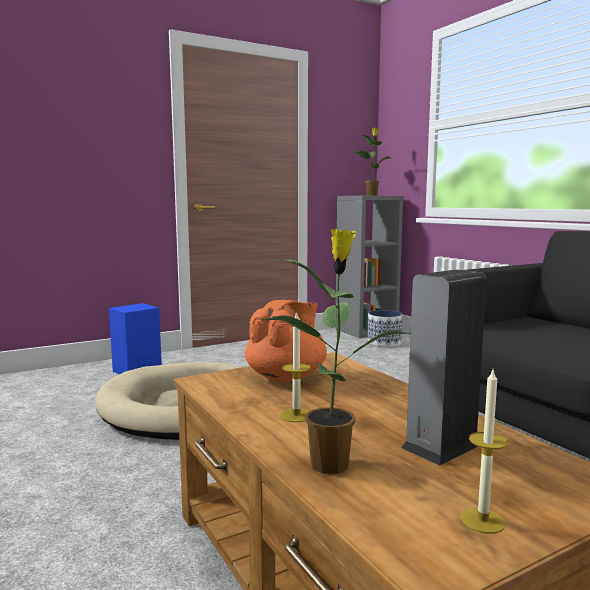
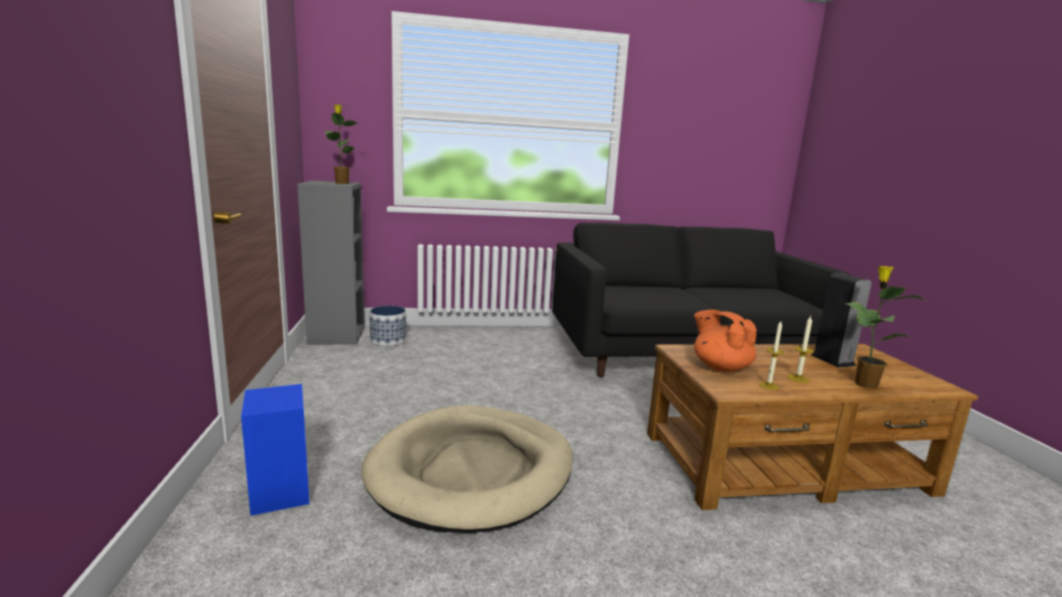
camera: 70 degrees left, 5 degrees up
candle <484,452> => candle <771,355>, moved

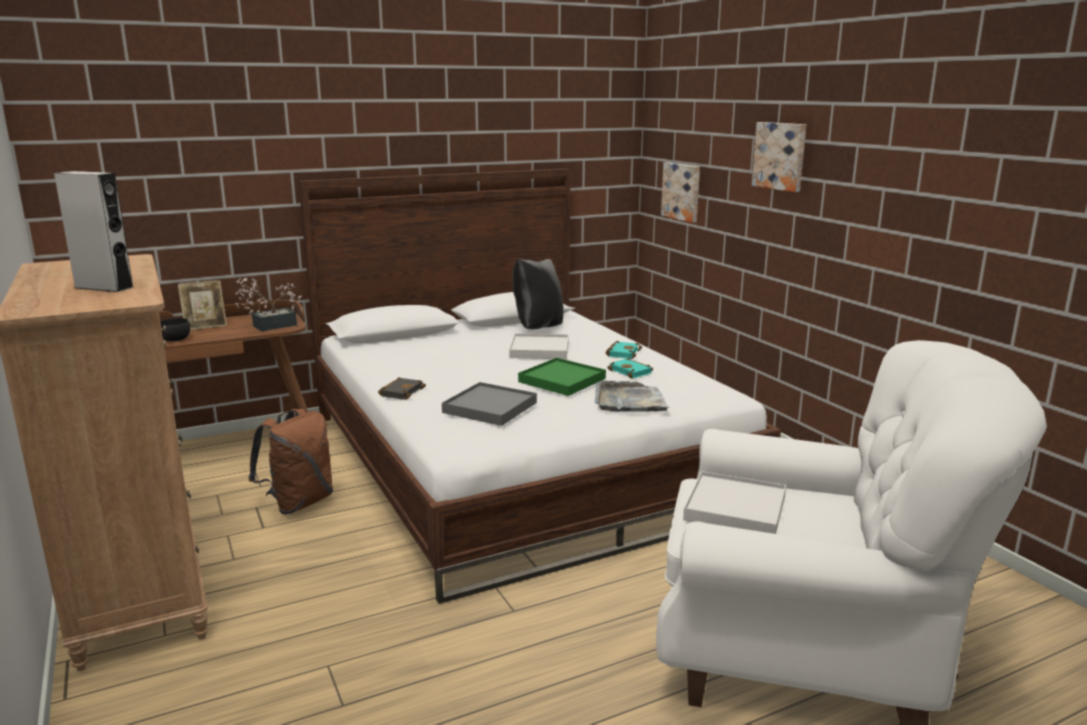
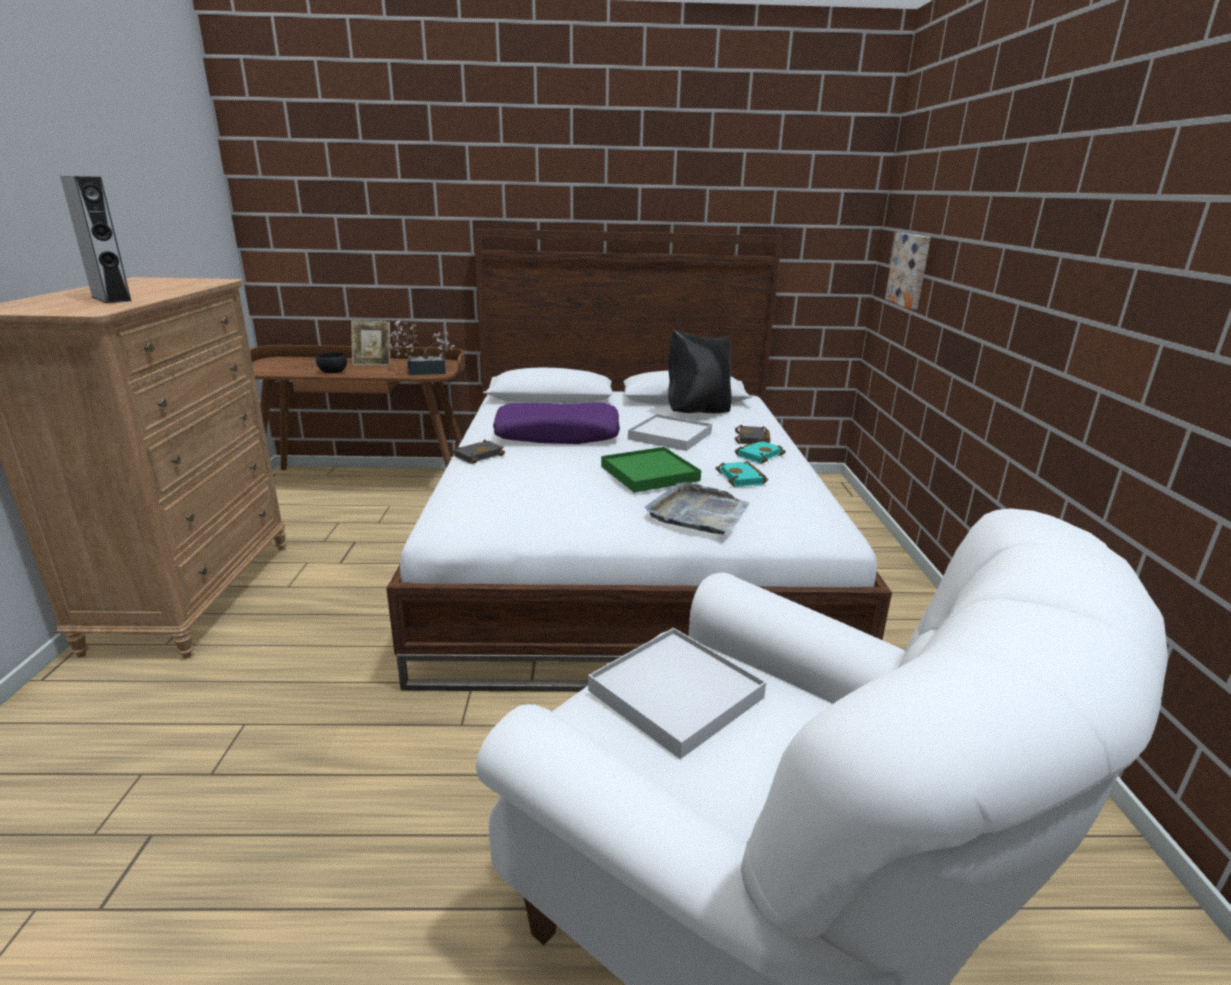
camera: 25 degrees right, 5 degrees up
picture <779,157> => nothing
tray in grey <489,404> => nothing
backpack in brown <290,461> => nothing
nothing => pillow in purple <556,423>
nothing => book in black <752,434>

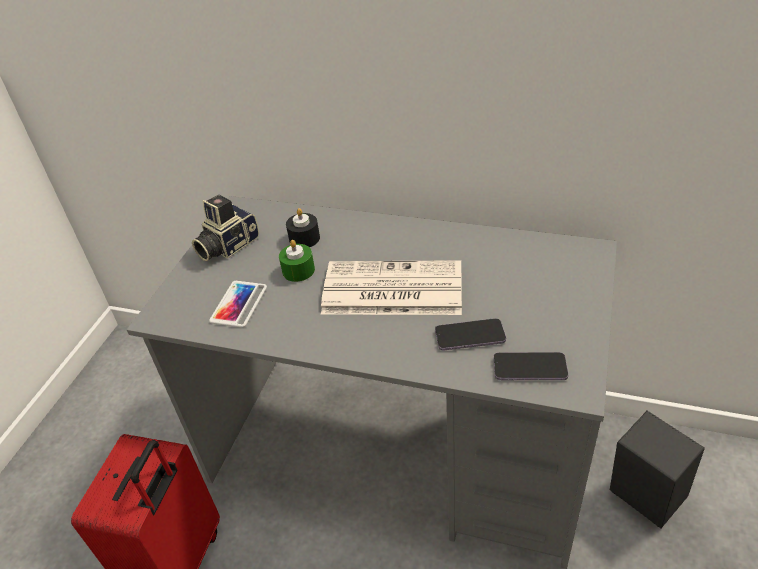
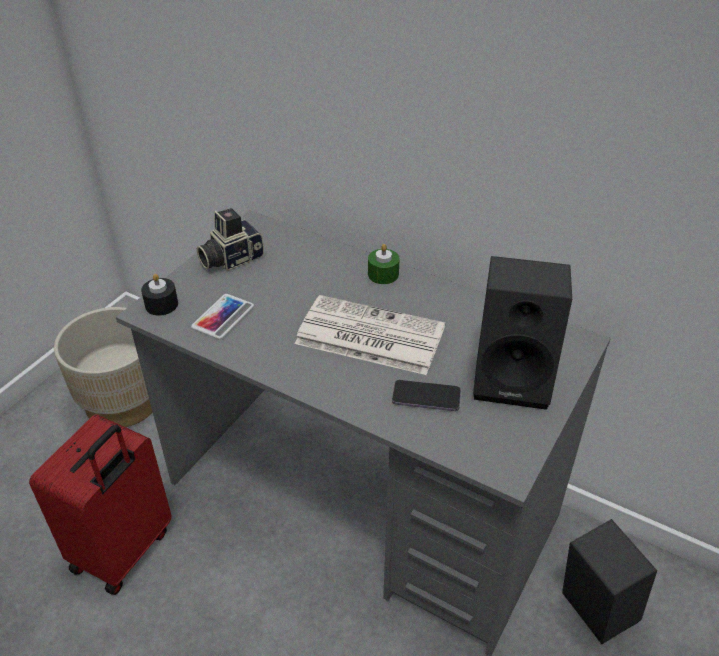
camera: 10 degrees right, 0 degrees up
candle in black <303,227> => candle in black <159,295>, moved
candle in green <297,261> => candle in green <384,264>, moved
phone <530,366> => nothing
nothing => speaker in black <522,333>
nothing => planter in beige <103,367>

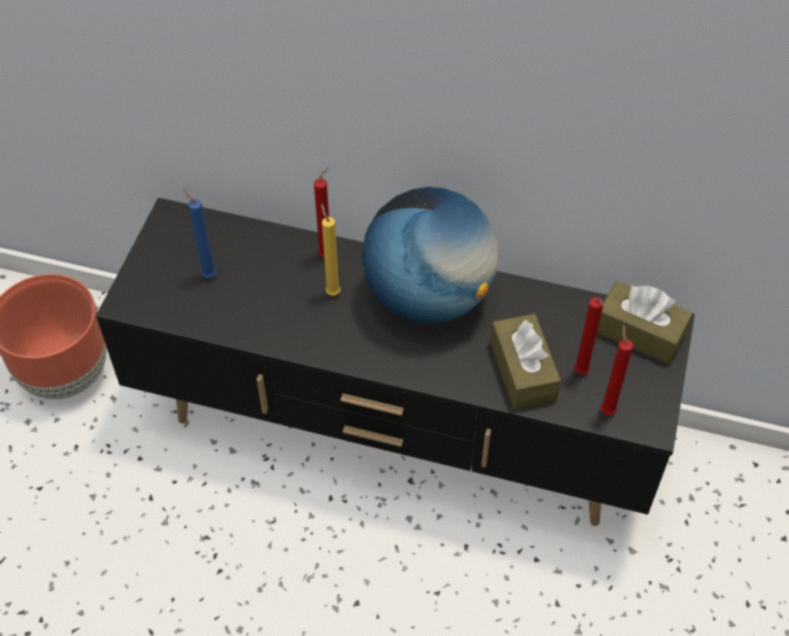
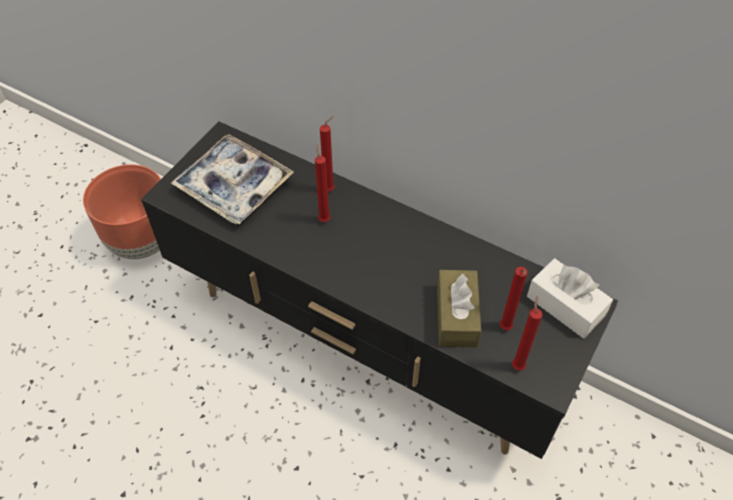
camera: 15 degrees right, 0 degrees up
globe <430,255> => nothing
candle in blue <199,233> => tray <232,179>
candle in yellow <331,250> => candle in red <323,183>
tissue box in brown <645,322> => tissue box in white <570,298>

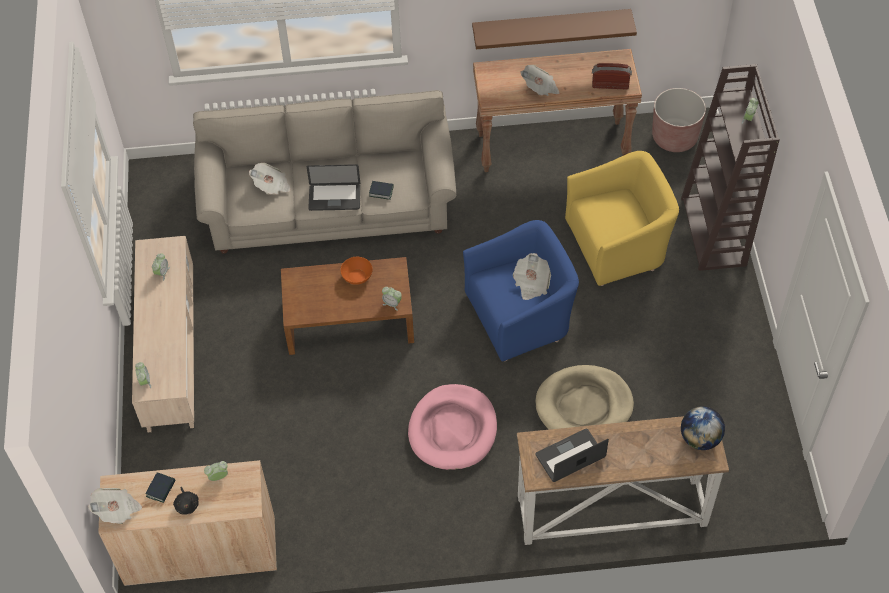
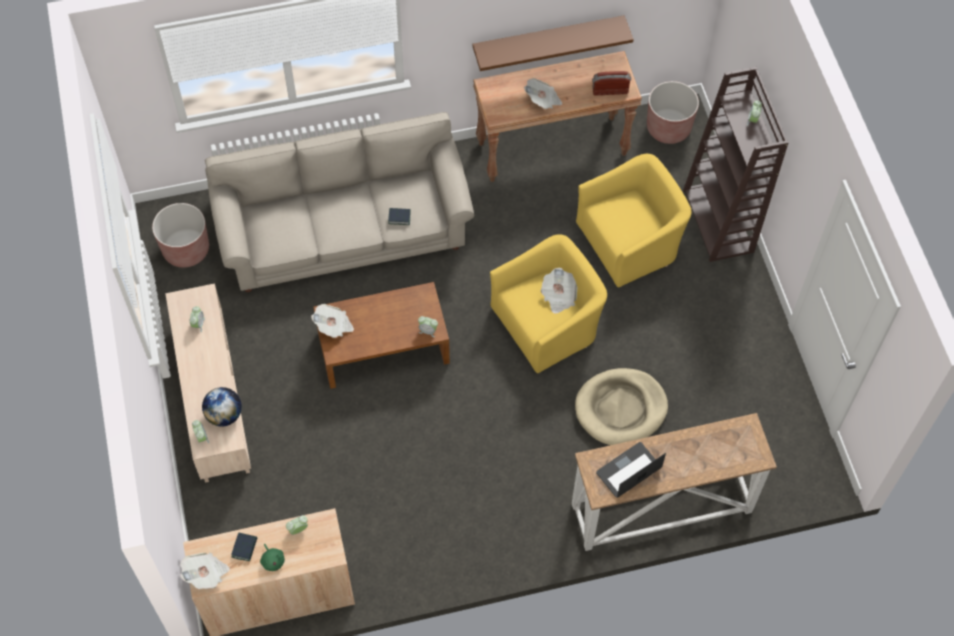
camera: 10 degrees left, 5 degrees up
newspaper <270,179> => newspaper <332,321>, moved
laptop <333,187> => nothing
armchair in blue <521,290> => armchair in yellow <548,303>
bowl in orange <356,271> => nothing
dog bed in pink <452,427> => nothing
globe <703,428> => globe <222,407>, moved
plush toy in black <186,501> => plush toy in green <272,557>
nothing => planter in brown <180,235>

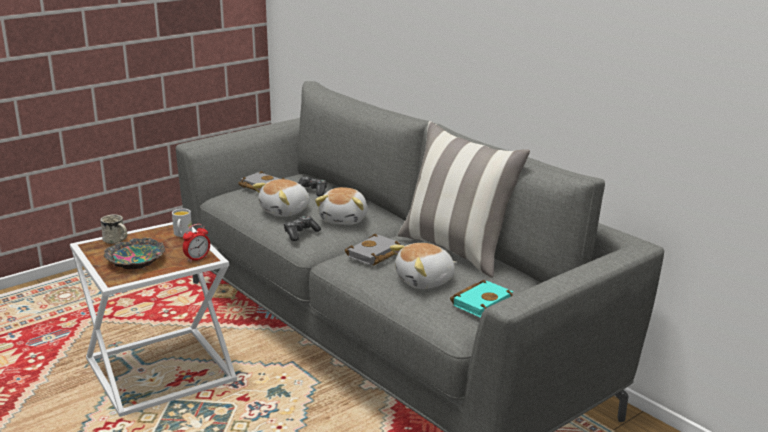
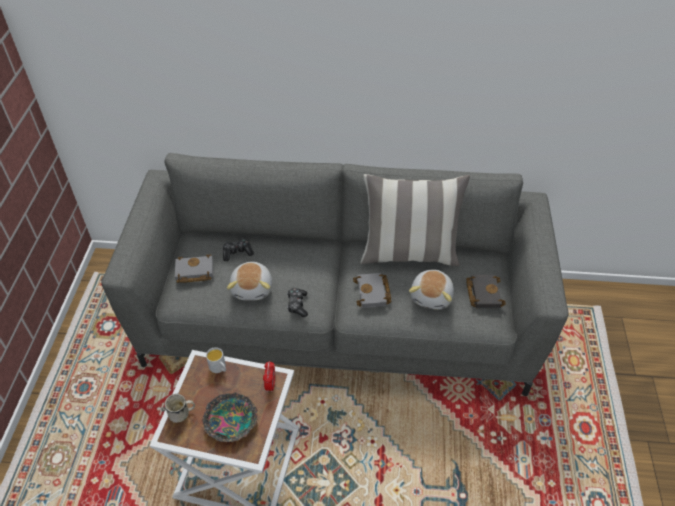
camera: 45 degrees left, 25 degrees up
plush toy <341,206> => nothing
book in turquoise <481,299> => book in black <486,291>

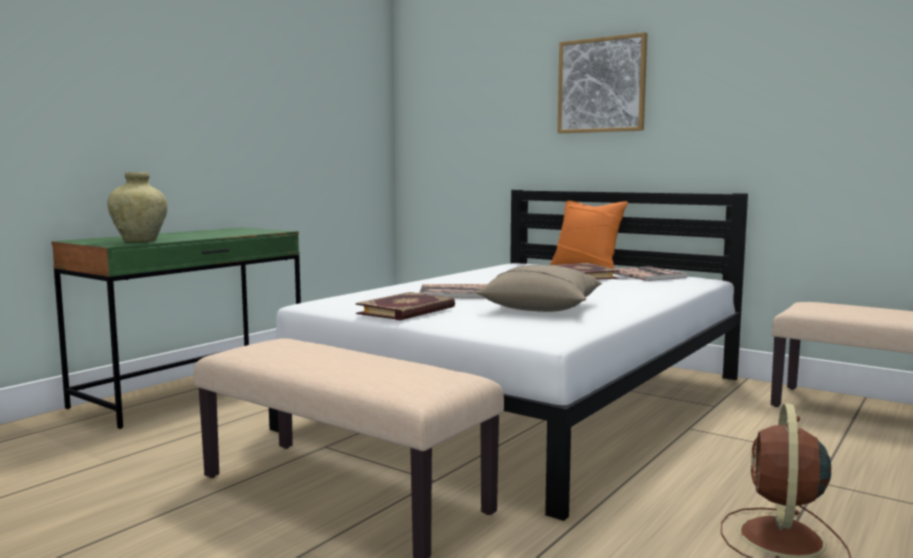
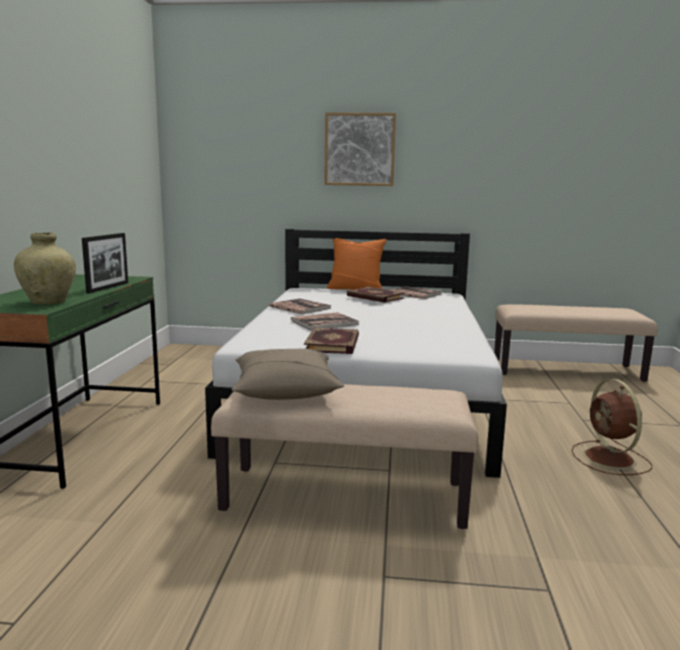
camera: 30 degrees left, 5 degrees up
pillow in beige <538,288> => pillow in beige <288,374>, moved
nothing => picture frame <105,263>
nothing => book <300,306>

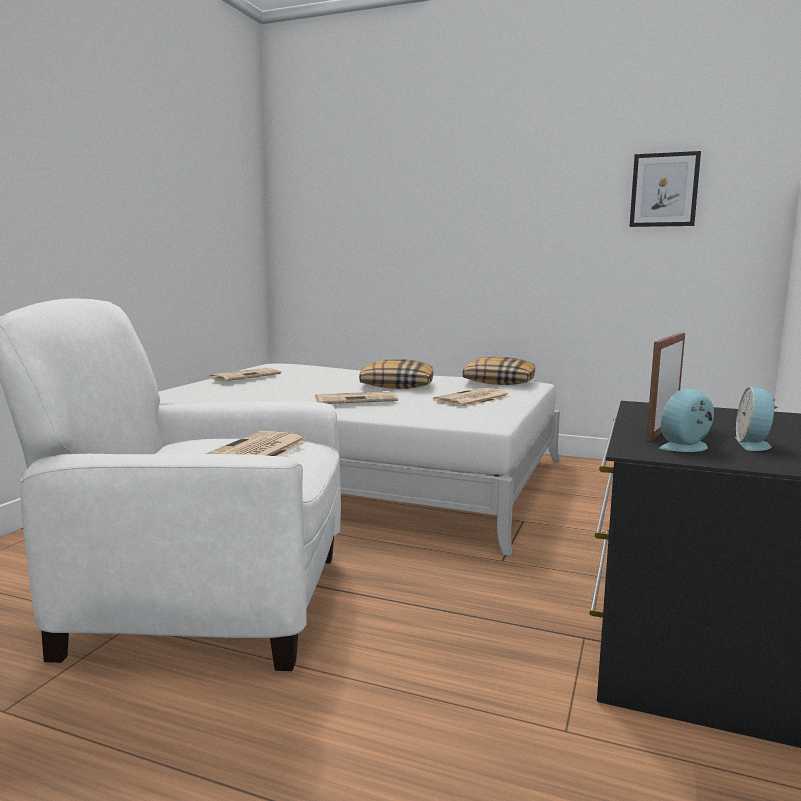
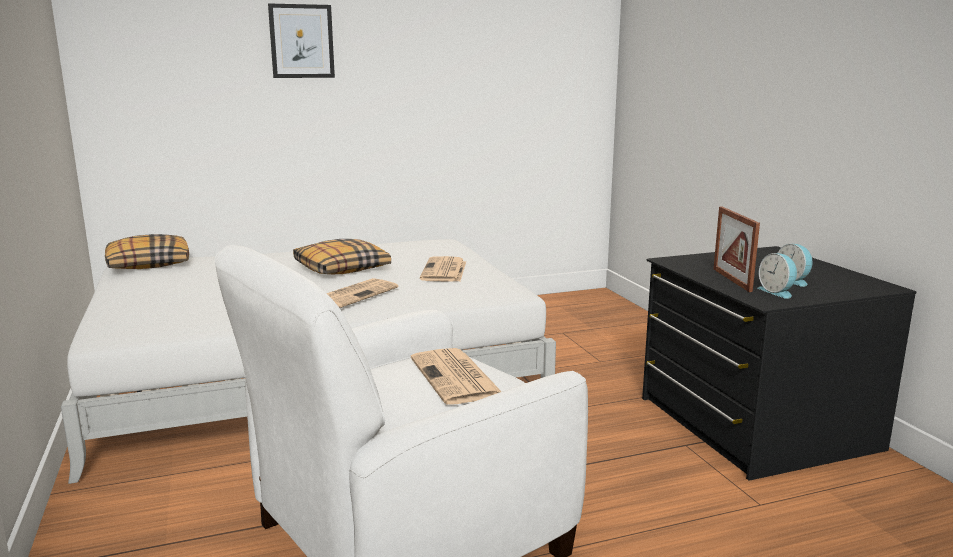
camera: 40 degrees left, 5 degrees up
picture <665,189> => picture <301,40>, moved
pillow <498,371> => pillow <147,251>, moved
newspaper <245,374> => nothing
alarm clock <686,420> => alarm clock <777,276>, 45 degrees counterclockwise

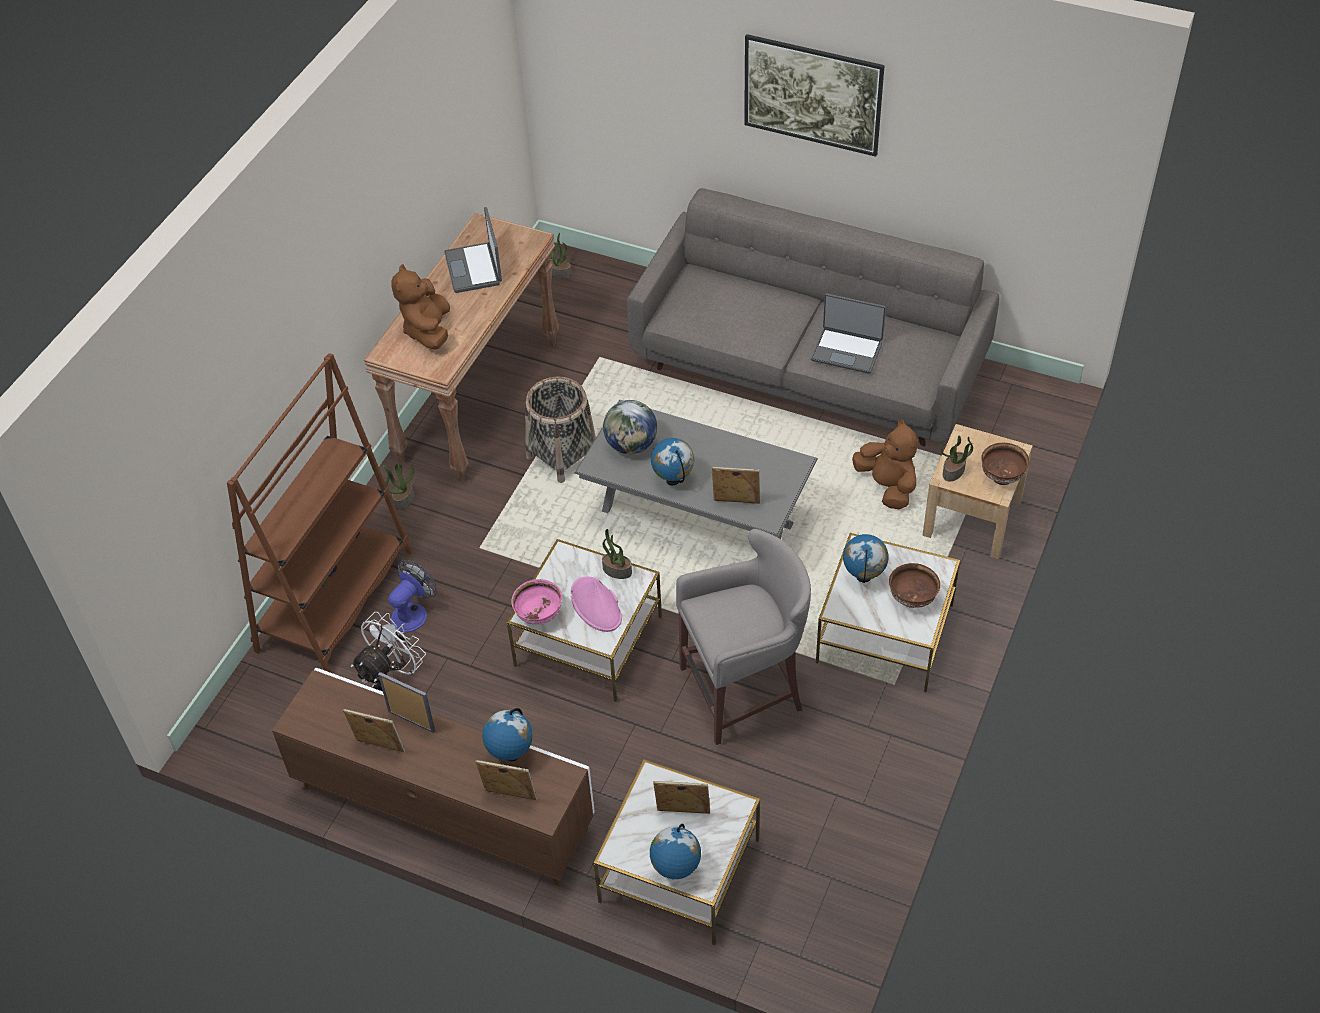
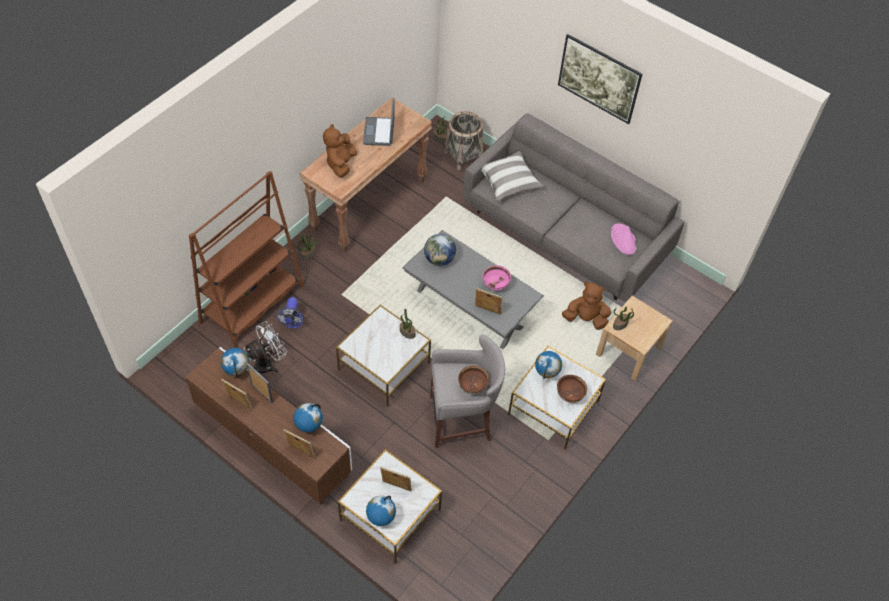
camera: 10 degrees right, 5 degrees up
laptop <848,334> => nothing
basket <560,430> => basket <463,140>, moved
plush toy in brown <885,464> => plush toy in brown <586,306>, 60 degrees counterclockwise
globe <672,461> => globe <235,363>, moved
bowl in brown <1005,464> => bowl in brown <473,380>, moved
fan <412,596> => fan <289,312>, 135 degrees clockwise
hat in pink <596,604> => hat in pink <623,239>, moved
bowl in pink <536,602> => bowl in pink <496,278>, moved
nothing => pillow <512,177>

